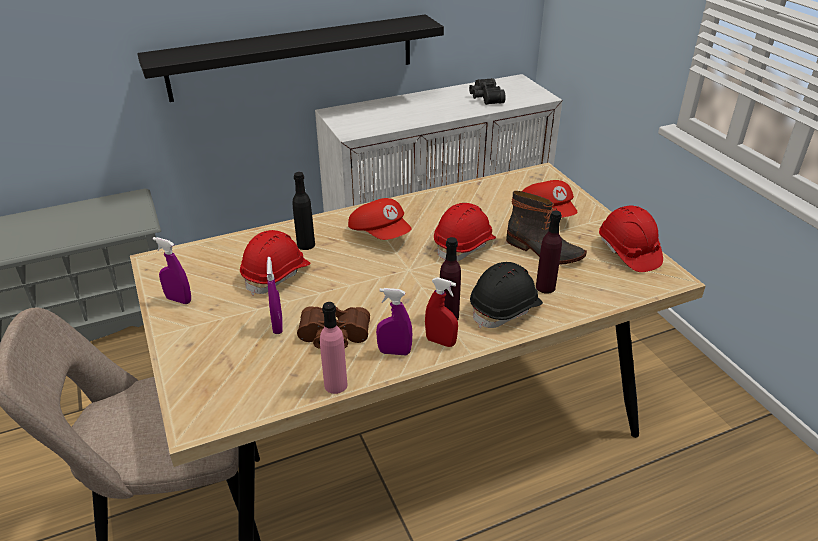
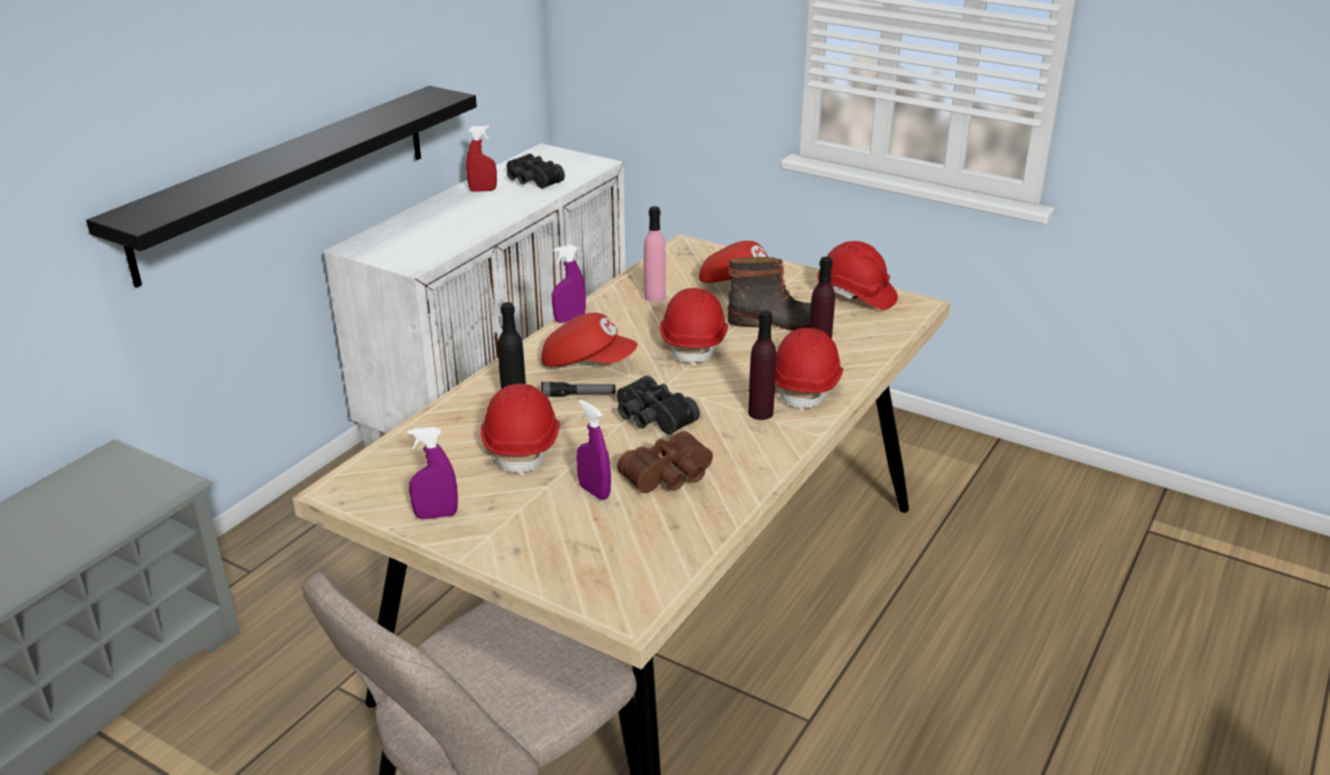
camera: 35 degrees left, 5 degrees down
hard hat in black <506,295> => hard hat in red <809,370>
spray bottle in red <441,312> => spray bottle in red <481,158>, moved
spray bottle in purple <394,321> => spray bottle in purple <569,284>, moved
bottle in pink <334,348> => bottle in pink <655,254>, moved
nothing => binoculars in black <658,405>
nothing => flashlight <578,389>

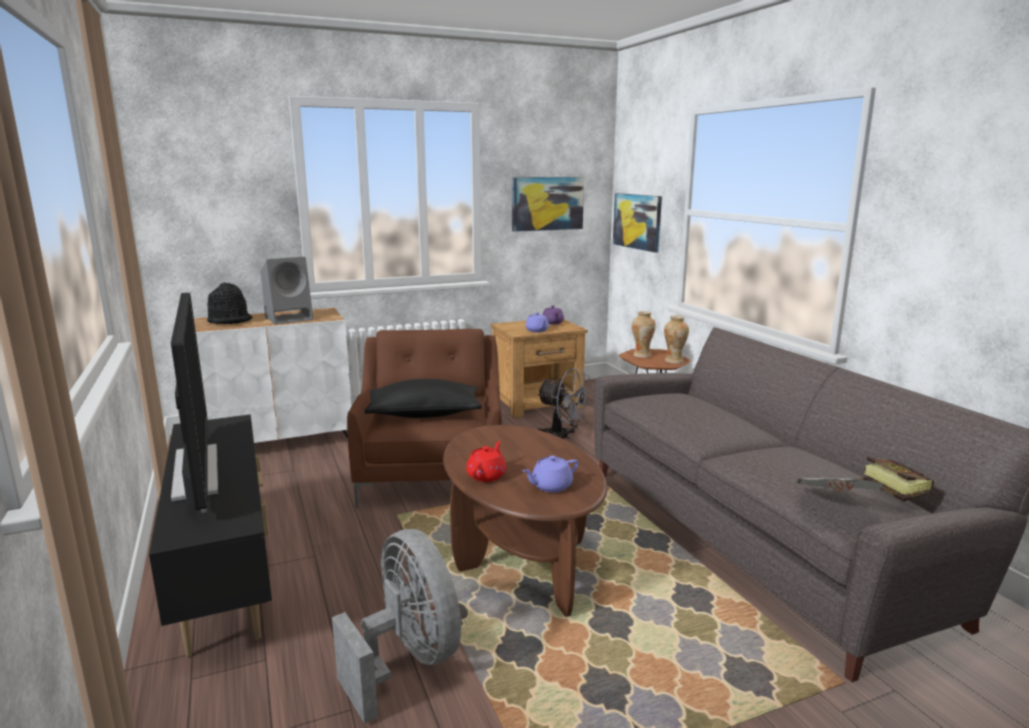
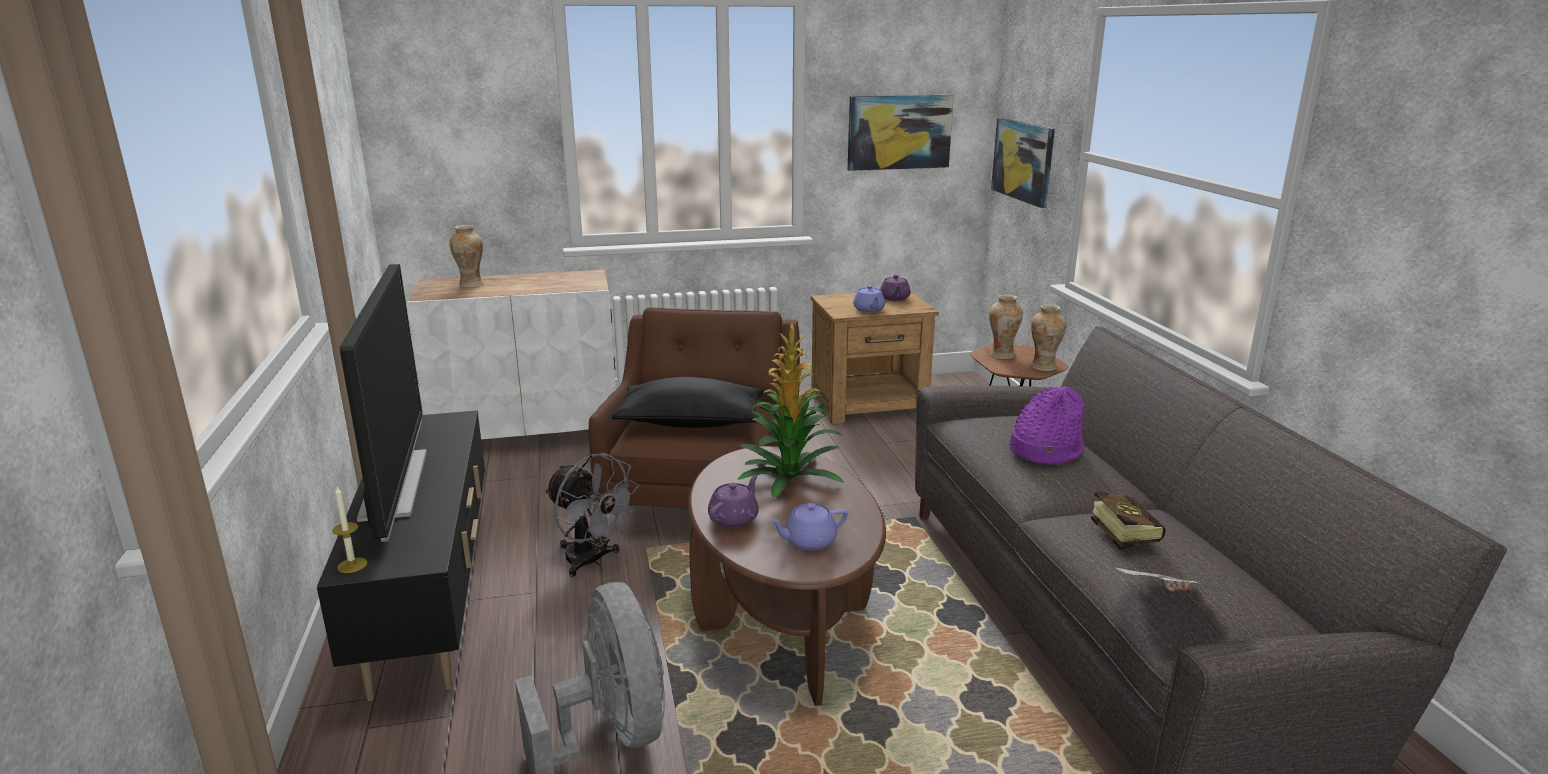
camera: 10 degrees right, 5 degrees up
speaker in grey <286,290> => nothing
hat in black <230,303> => vase <466,256>
fan in grey <564,403> => fan in grey <592,515>, moved
teapot in red <486,461> => teapot in purple <733,501>
book <896,479> => book <1128,521>, moved
nothing => potted plant <790,410>
nothing => hat in purple <1047,425>
nothing => candle <349,529>

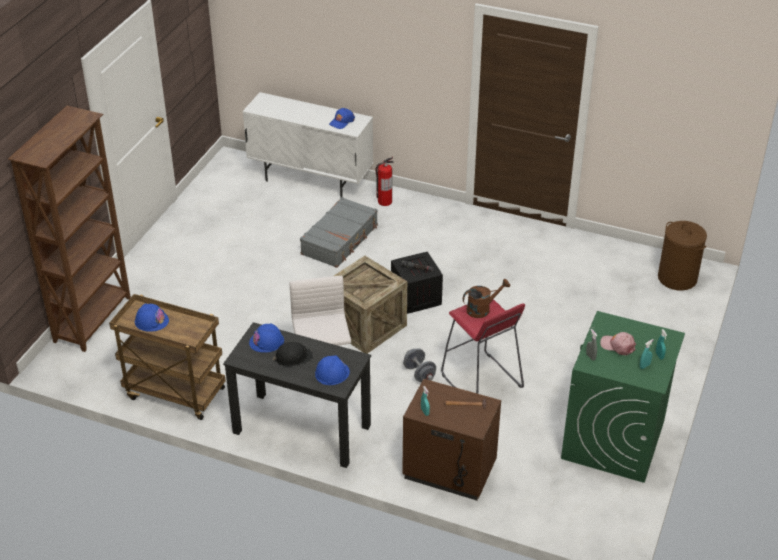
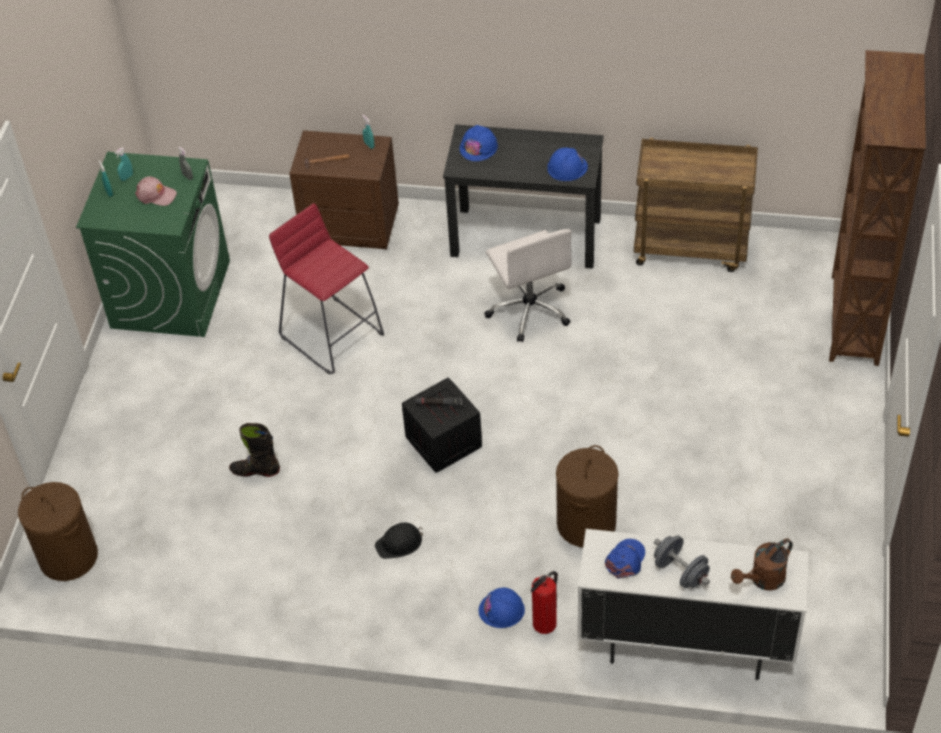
camera: 170 degrees right, 10 degrees up
suitcase in grey <339,232> => laundry basket in brown <587,496>
crate <370,305> => nothing
watering can in brown <486,298> => watering can in brown <762,564>, moved
hard hat in blue <152,317> => hard hat in blue <502,608>, moved
hard hat in black <292,354> => hard hat in black <399,541>, moved
dumbbell in grey <419,365> => dumbbell in grey <682,561>, moved
nothing => boot in black <254,450>

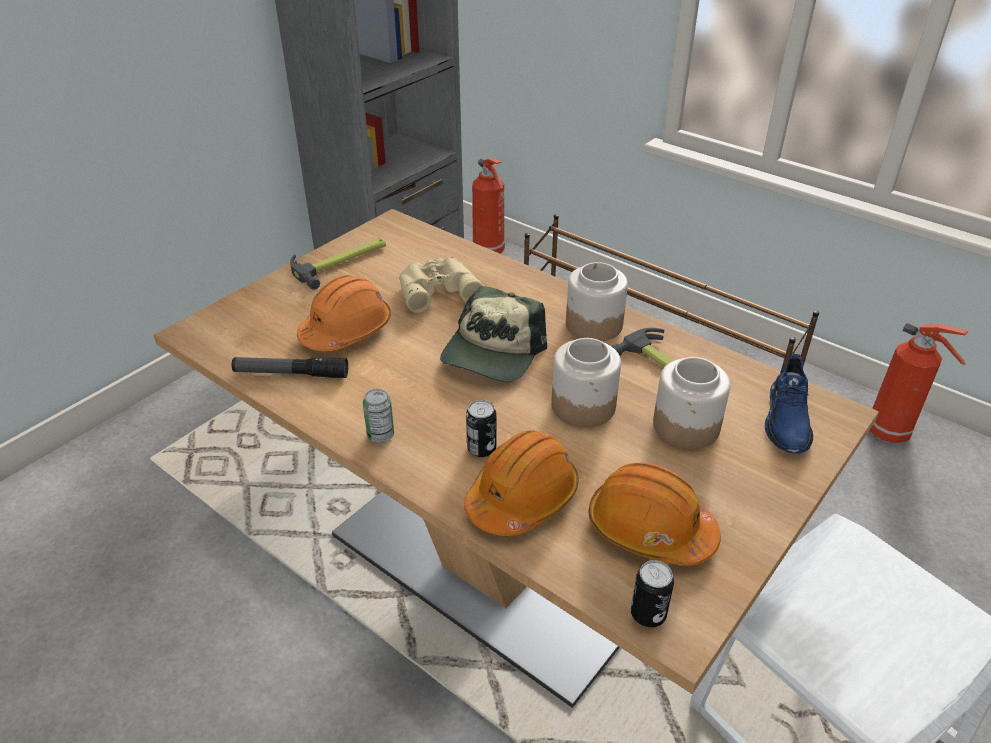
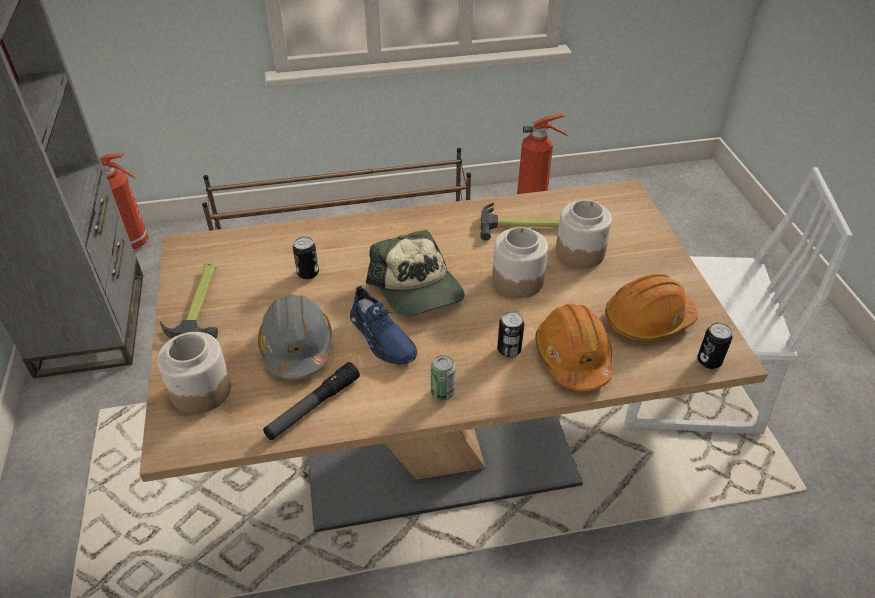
camera: 50 degrees left, 5 degrees up
binoculars in beige <441,285> => can <306,257>
jar <597,301> => jar <194,373>, moved
hard hat in orange <344,313> => hard hat in grey <295,337>
shoe in blue <789,404> => shoe in blue <383,325>, moved

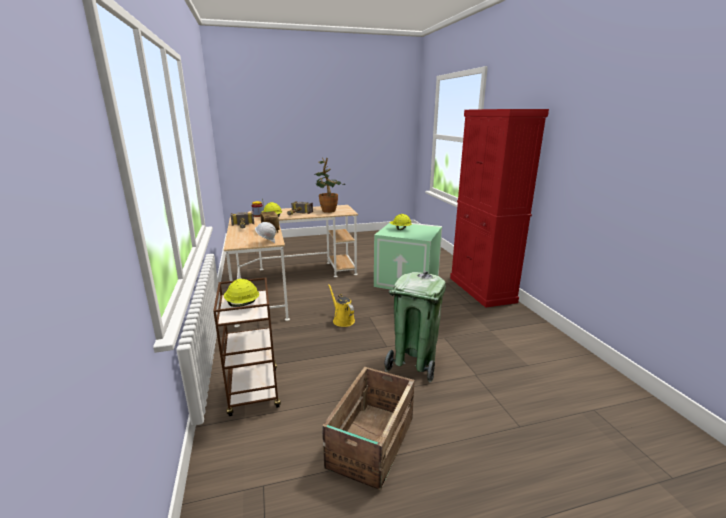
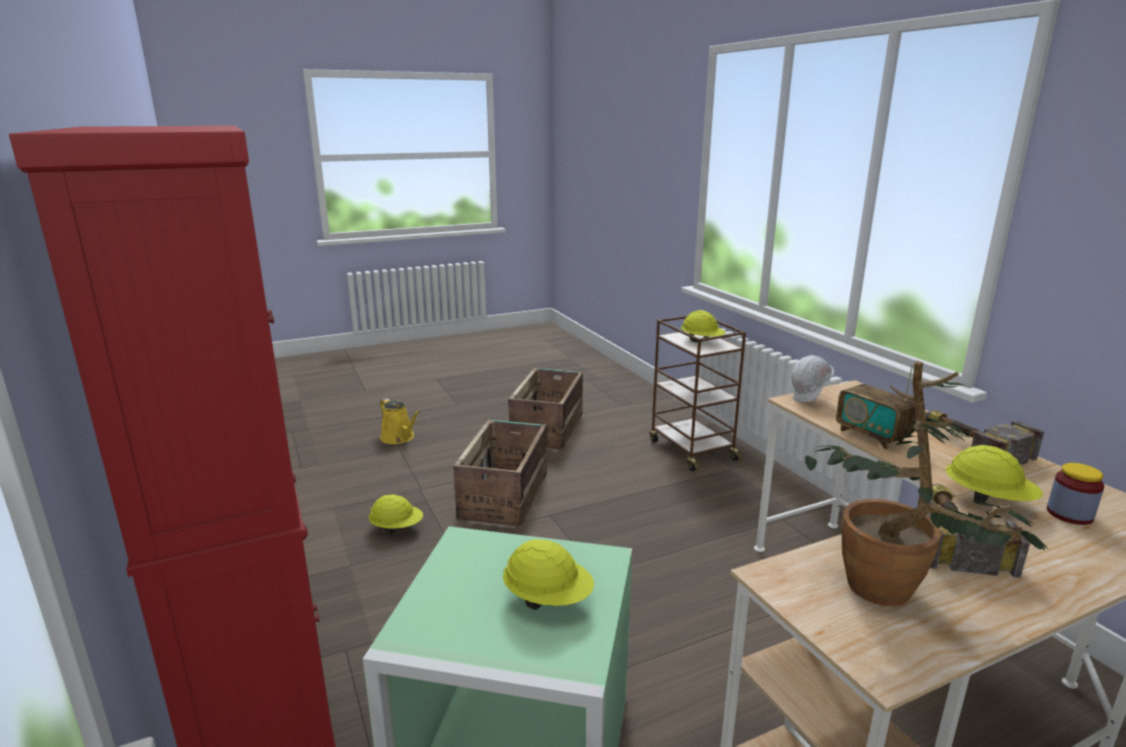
camera: 170 degrees right, 0 degrees up
trash can in green <415,326> => crate <500,473>
watering can in yellow <341,305> => watering can in yellow <400,421>, moved
nothing => hard hat in yellow <396,514>

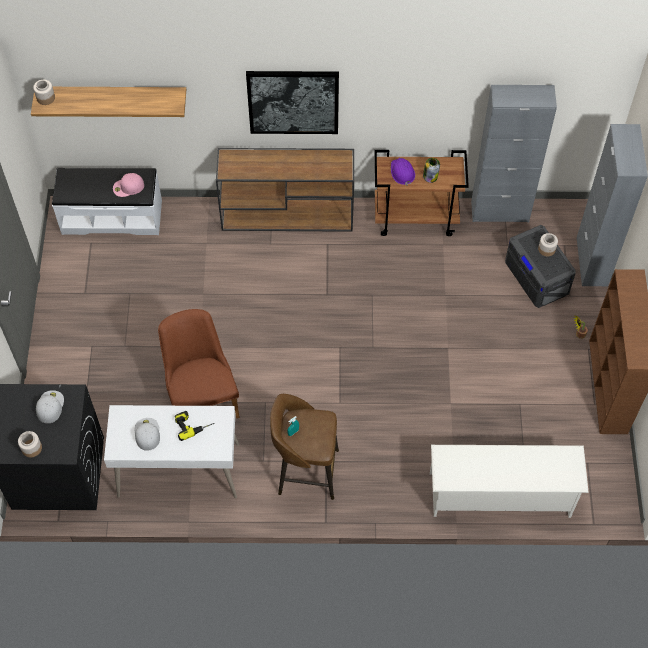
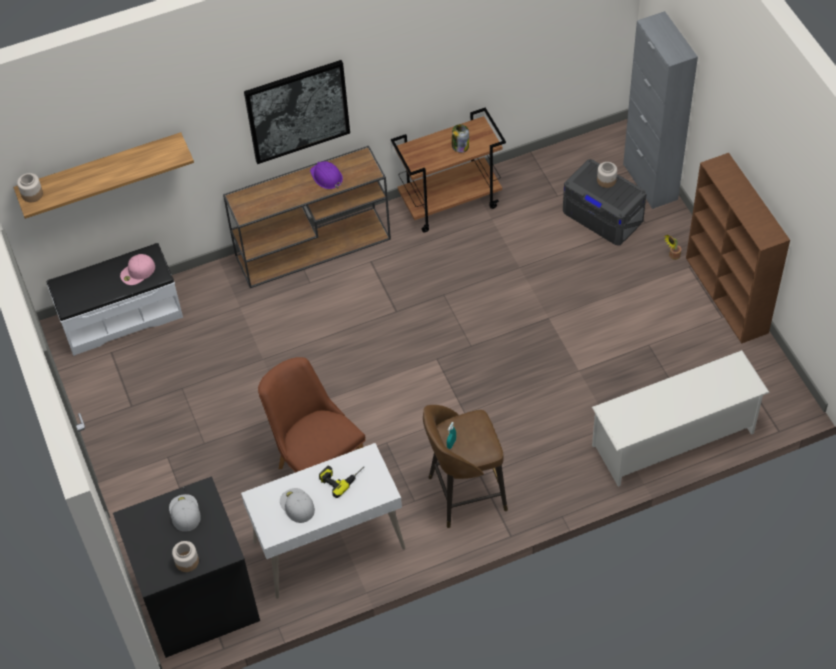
camera: 20 degrees left, 5 degrees down
cabinet in grey <514,153> => nothing
hard hat in purple <403,172> => hard hat in purple <326,175>, moved

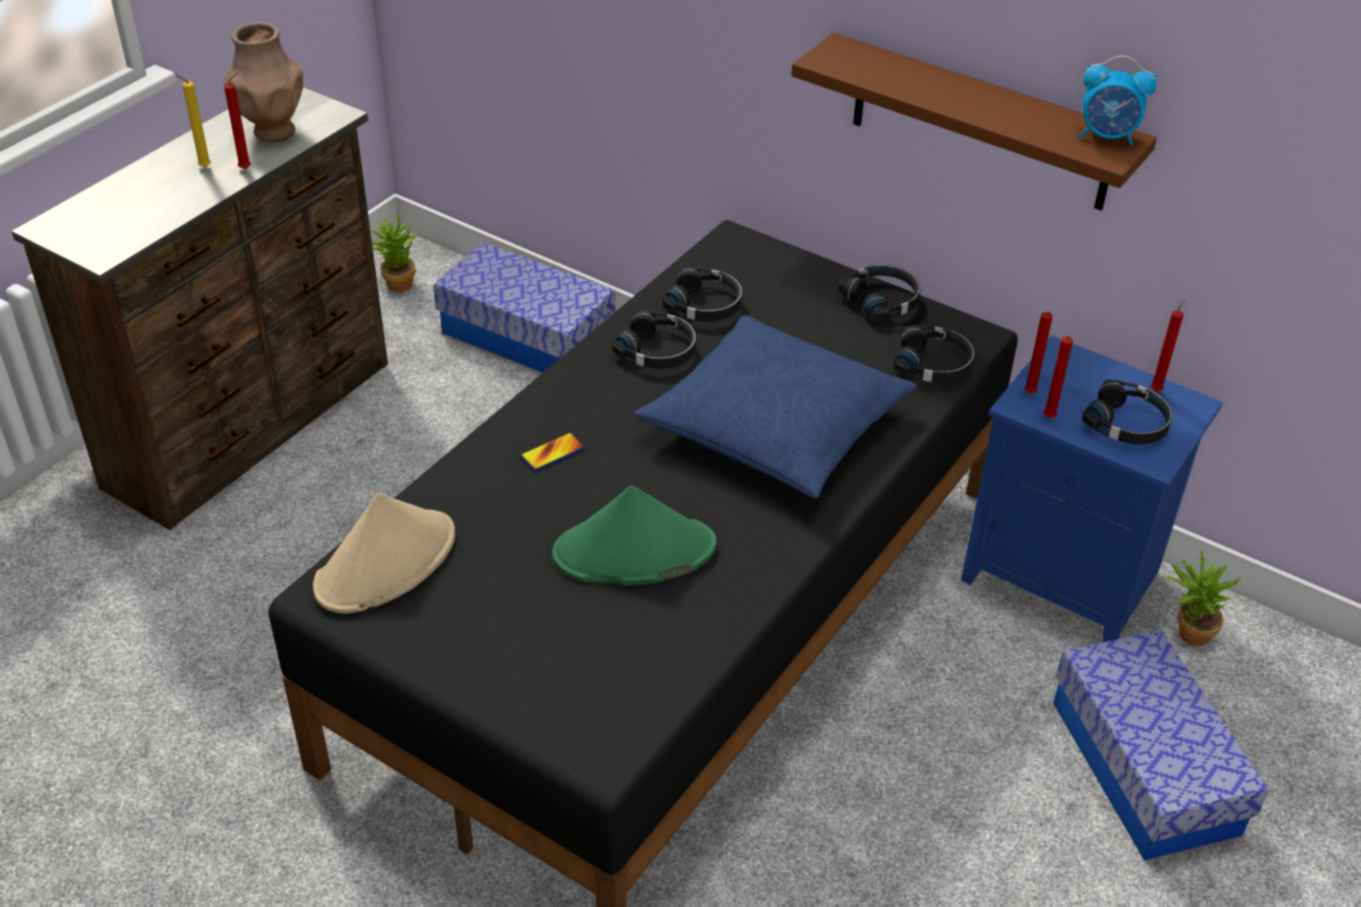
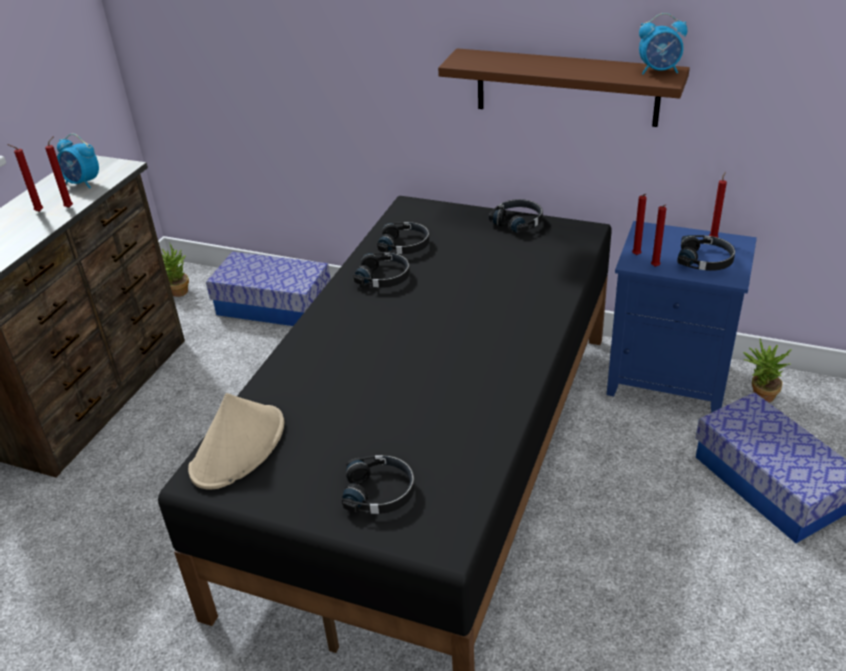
camera: 10 degrees left, 5 degrees down
vase in brown <263,82> => alarm clock <78,161>
candle in yellow <193,121> => candle in red <25,178>
pillow in blue <776,406> => nothing
headphones in black <934,354> => headphones in black <378,484>, moved
phone <553,451> => nothing
hat in green <634,535> => nothing

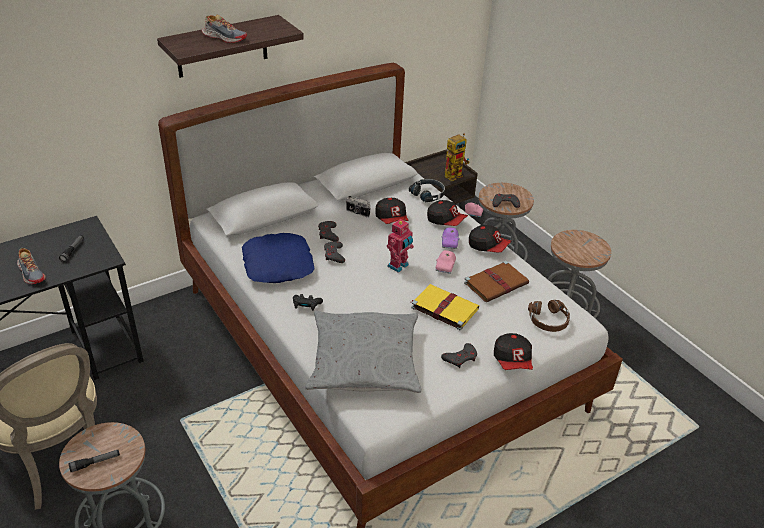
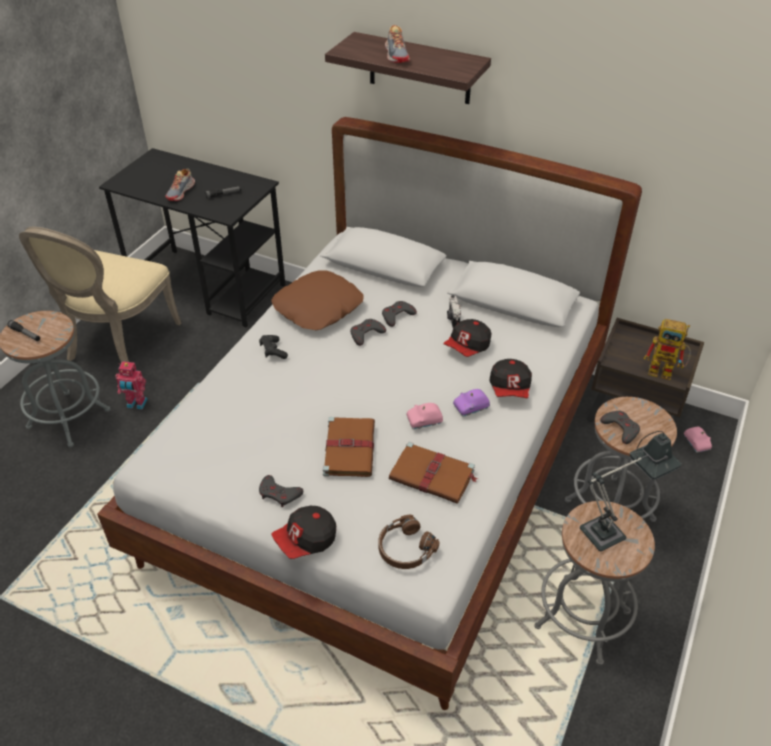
camera: 60 degrees right, 5 degrees up
headphones in black <427,190> => nothing
toy robot <400,246> => toy robot <131,385>, moved
cap <490,239> => nothing
pillow in blue <278,258> => pillow in brown <317,300>
book in yellow <445,307> => book in brown <349,447>
pillow in grey <363,352> => nothing
nothing => table lamp <631,491>

